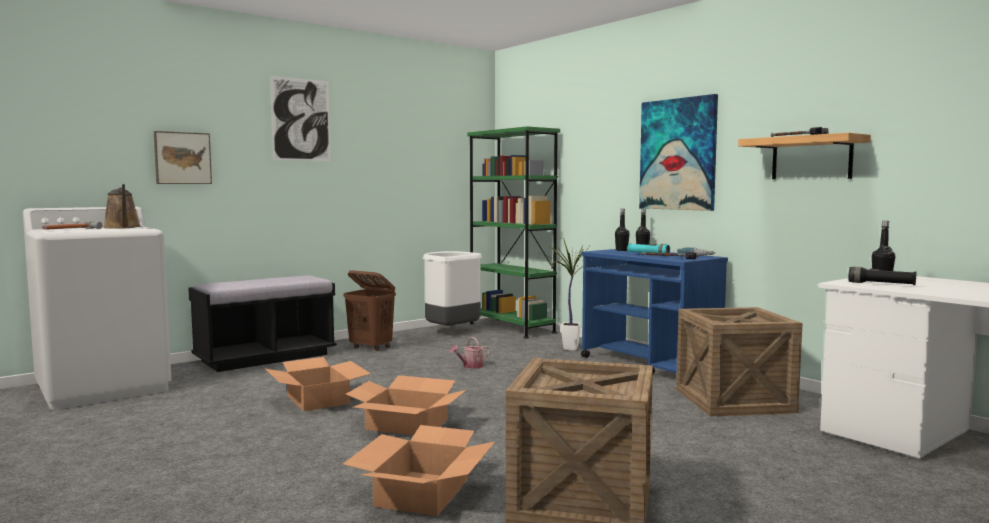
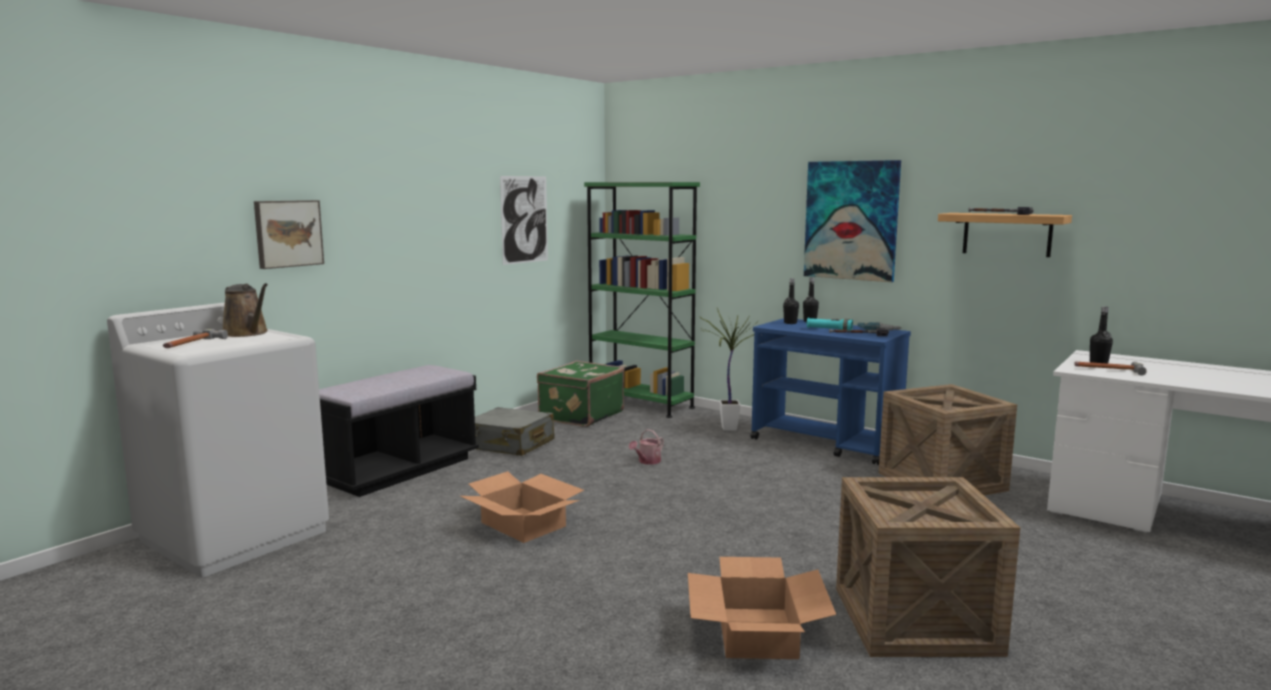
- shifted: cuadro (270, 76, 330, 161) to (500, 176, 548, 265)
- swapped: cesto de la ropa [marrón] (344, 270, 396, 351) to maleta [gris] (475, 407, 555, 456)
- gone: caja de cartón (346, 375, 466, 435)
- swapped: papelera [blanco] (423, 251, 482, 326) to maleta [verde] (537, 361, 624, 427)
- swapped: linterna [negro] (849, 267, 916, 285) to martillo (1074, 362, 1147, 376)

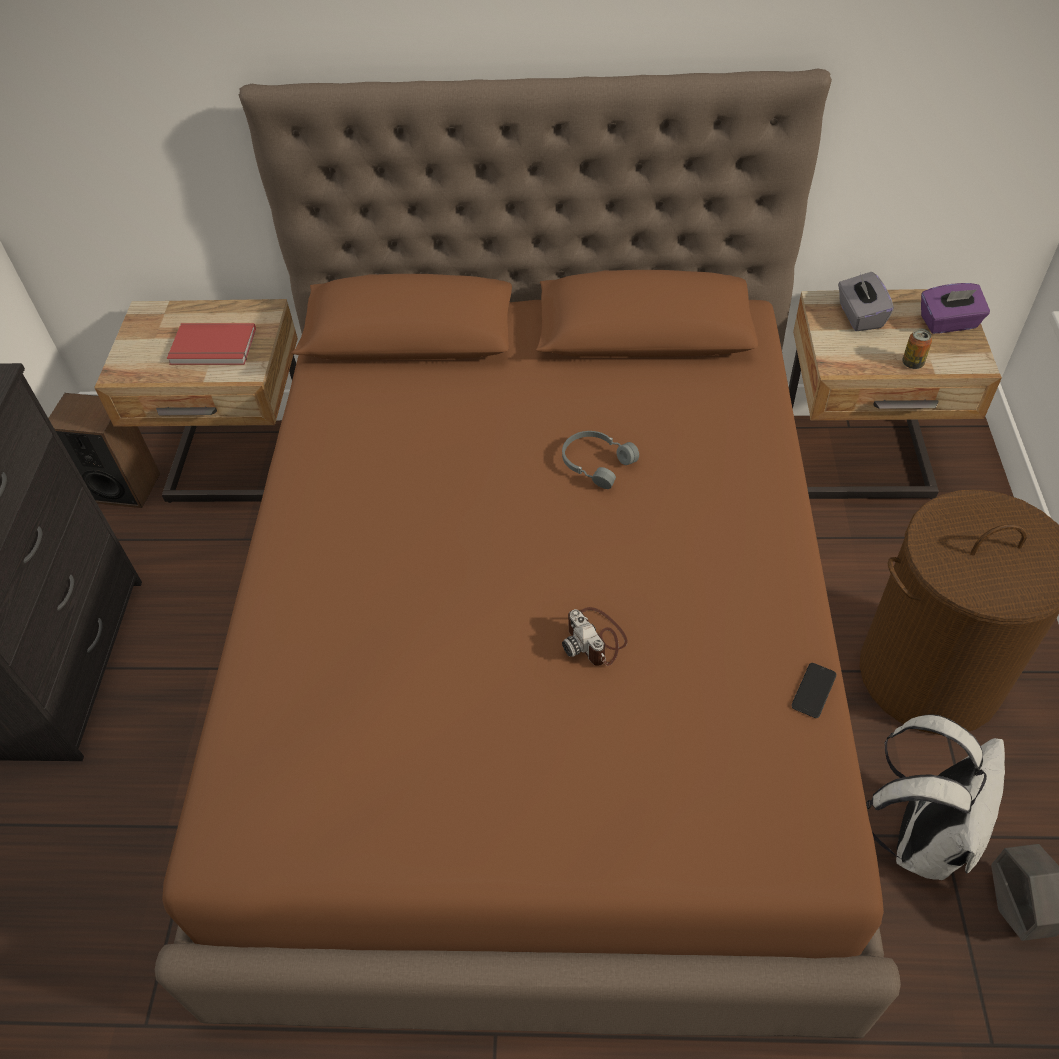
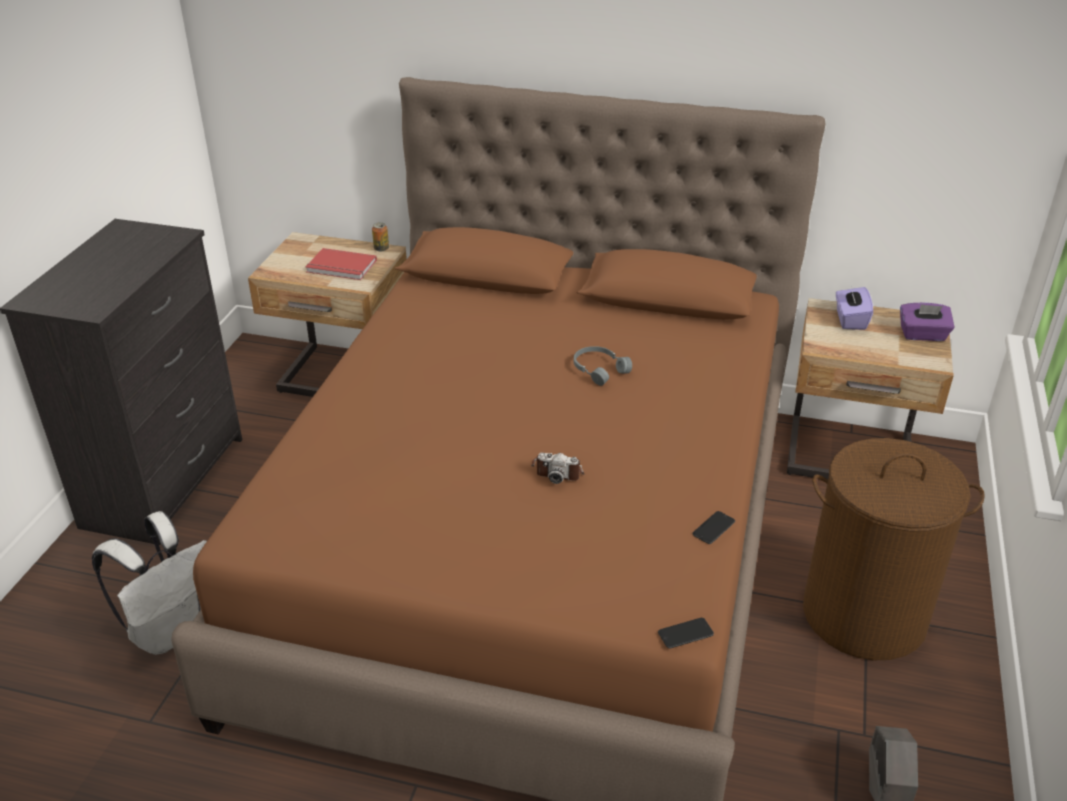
- gone: altavoz (48, 393, 160, 508)
- rotated: cámara (562, 607, 628, 666) = (531, 452, 585, 484) 60 degrees counterclockwise
- repainted: caja de pañuelos [gris] (838, 272, 894, 331) to caja de pañuelos [morado] (836, 285, 873, 330)
- shifted: mochila [blanco] (866, 714, 1005, 880) to (92, 511, 207, 655)
- shifted: lata (902, 329, 932, 369) to (372, 222, 389, 252)
- new: móvil (658, 618, 714, 648)

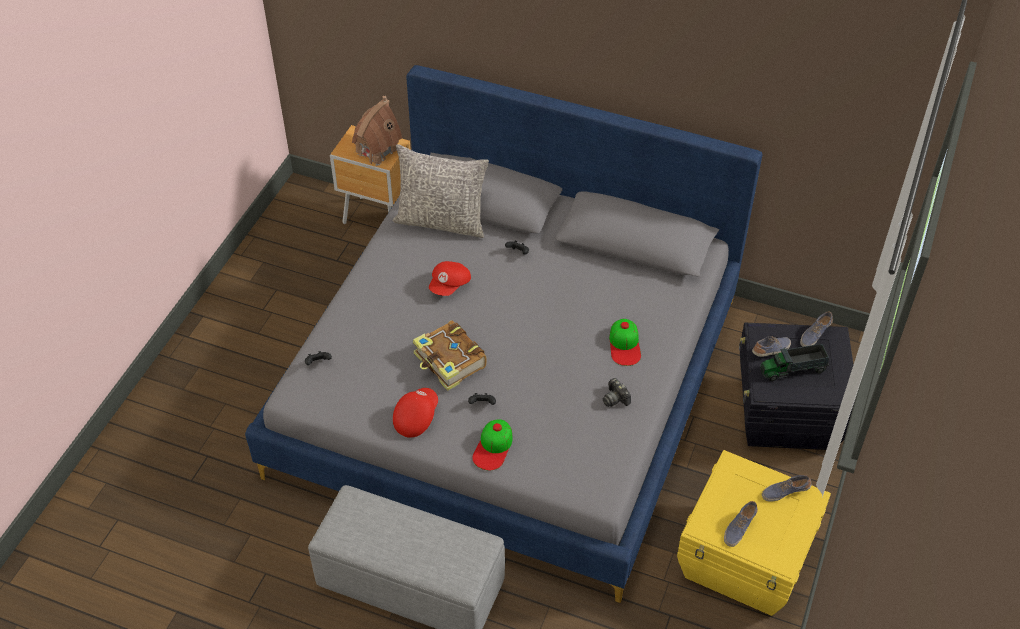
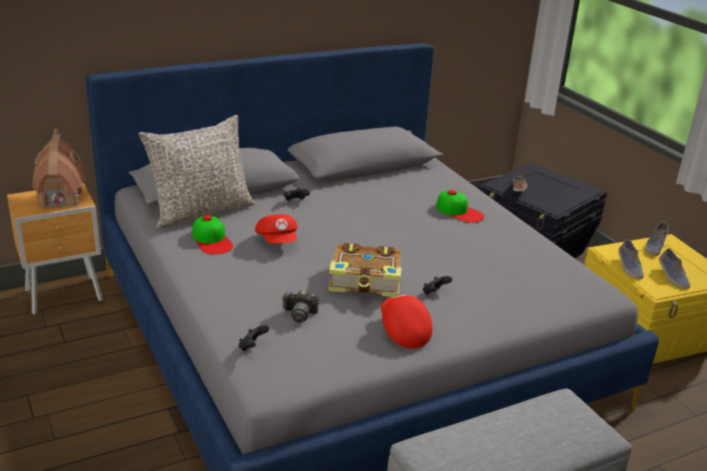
- shifted: gorra (472, 419, 513, 471) to (192, 215, 233, 255)
- shifted: cámara (603, 378, 631, 407) to (282, 290, 318, 322)
- gone: camión de juguete (760, 344, 829, 381)
- shifted: zapato (800, 311, 833, 347) to (618, 240, 644, 279)

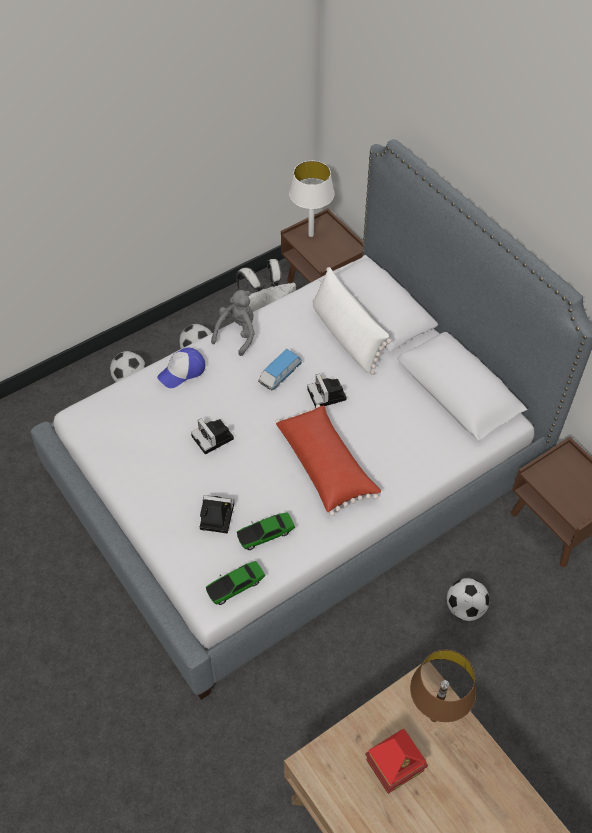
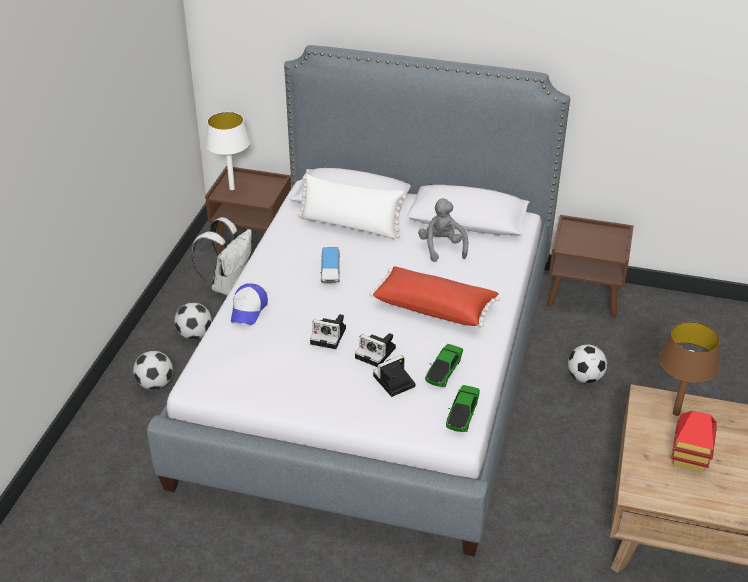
- shifted: peluche [gris] (211, 290, 255, 356) to (418, 198, 469, 262)
- shifted: cámara (307, 373, 347, 408) to (355, 333, 396, 367)

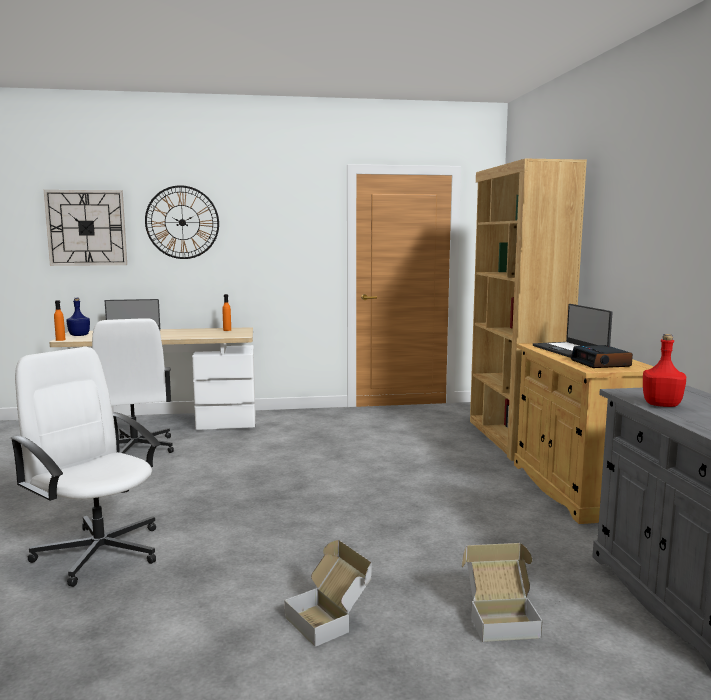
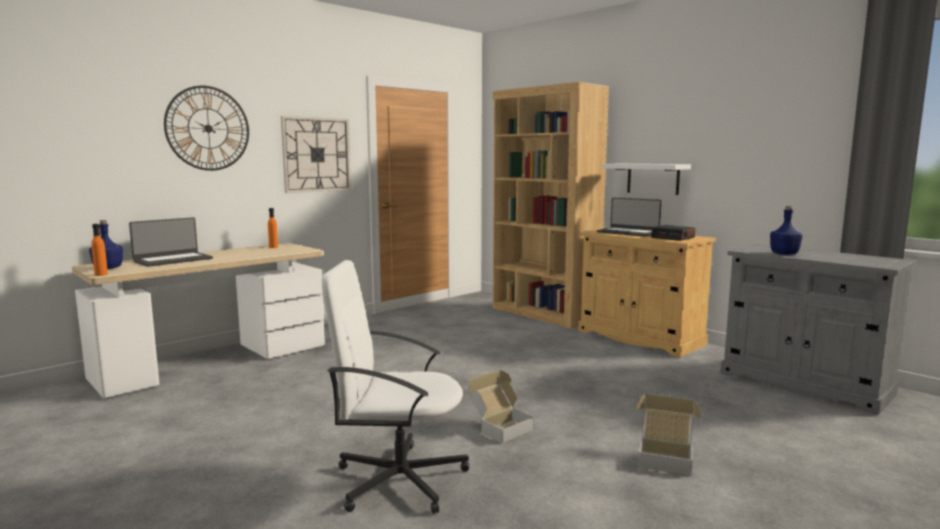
- shifted: reloj de pared (44, 190, 127, 266) to (281, 116, 351, 193)
- gone: silla de oficina [blanco] (92, 318, 174, 453)
- shifted: caja de cartón (462, 543, 542, 642) to (468, 370, 534, 443)
- repainted: botella [rojo] (643, 334, 686, 407) to botella [azul] (770, 206, 803, 255)
- new: estante [blanco] (602, 164, 691, 195)

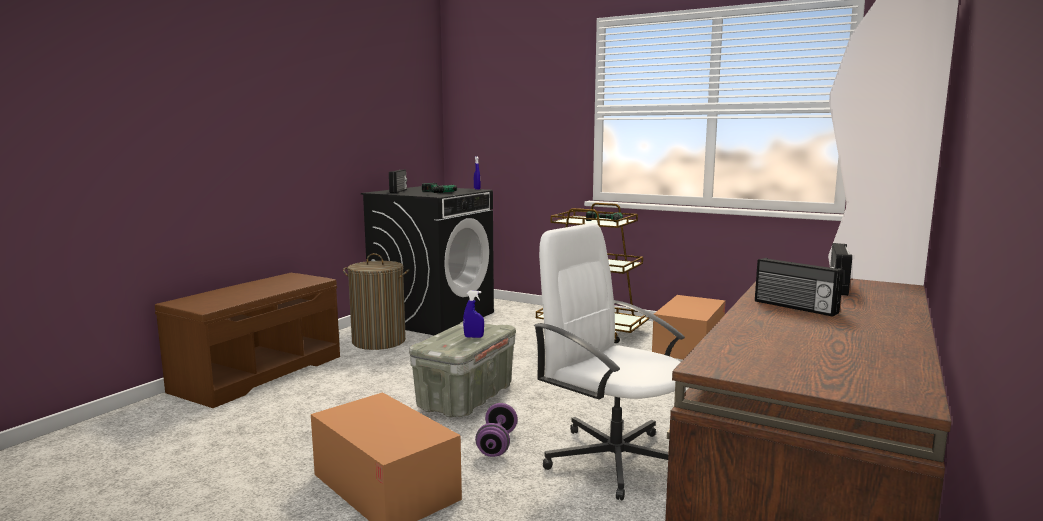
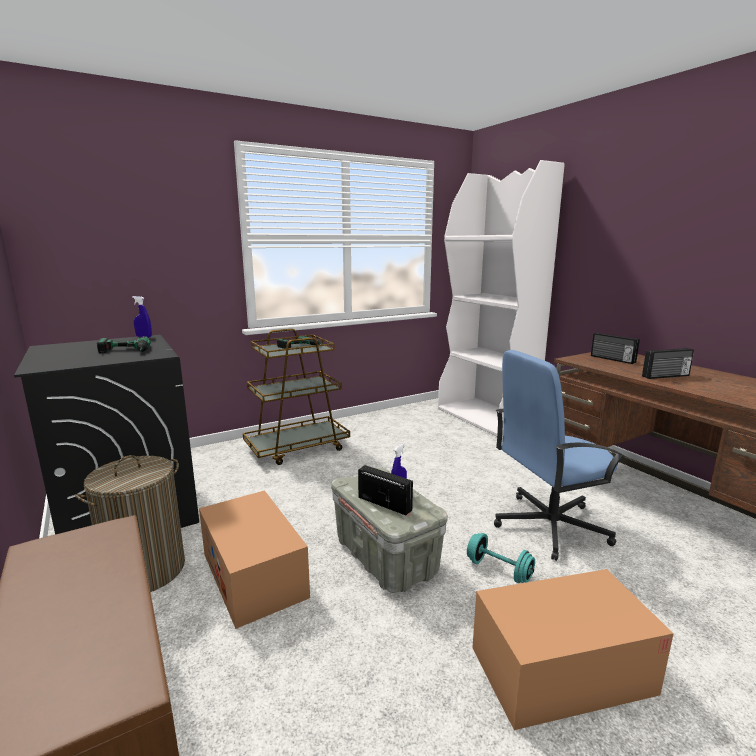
- shifted: radio (389, 170, 407, 193) to (358, 465, 413, 515)
- repainted: mancuerna [morado] (475, 403, 518, 457) to mancuerna [turquesa] (467, 533, 535, 583)
- repainted: silla de oficina [blanco] (533, 223, 685, 501) to silla de oficina [azul] (494, 350, 626, 561)
- shifted: caja de cartón (652, 295, 726, 359) to (199, 490, 310, 629)

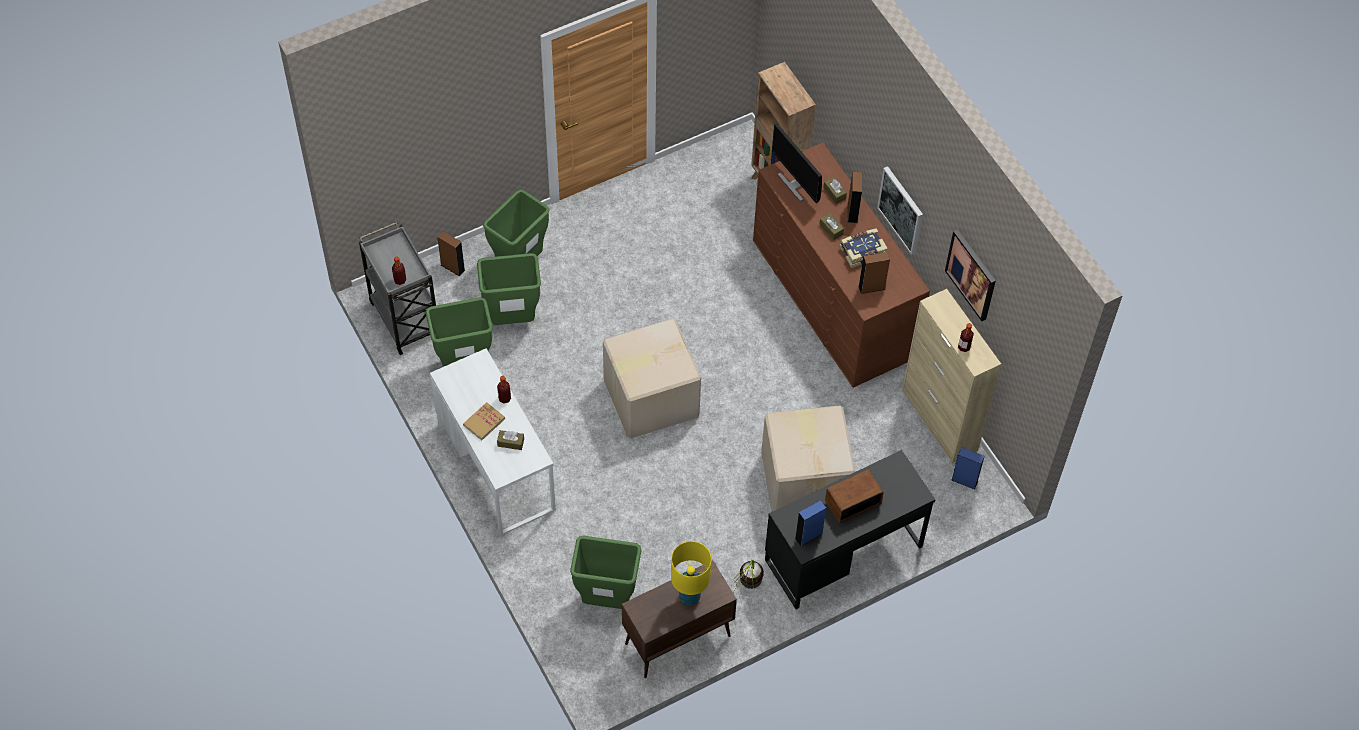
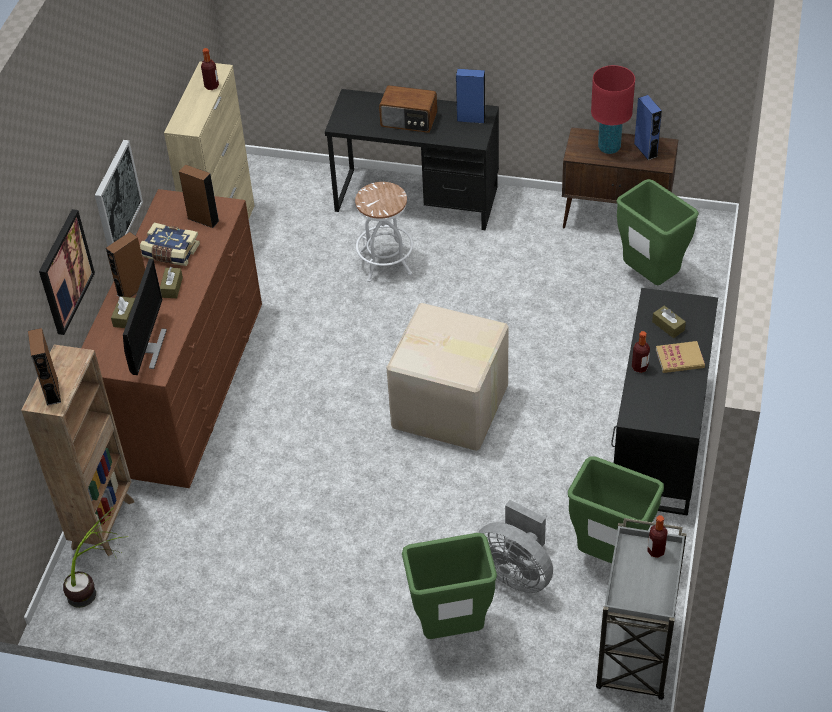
- repainted: escritorio [blanco] (430, 348, 556, 536) to escritorio [negro] (611, 288, 718, 516)
- shifted: altavoz [marrón] (437, 231, 465, 277) to (28, 328, 61, 406)
- swapped: papelera [verde] (477, 253, 541, 325) to ventilador [gris] (478, 500, 553, 593)
- repainted: lámpara de mesa [amarillo] (671, 541, 711, 605) to lámpara de mesa [rojo] (591, 65, 635, 154)
- shifted: planta en maceta (730, 560, 764, 592) to (63, 508, 128, 608)
- swapped: caja de cartón (761, 406, 856, 512) to taburete [blanco] (355, 182, 413, 282)
- shifted: cuadro (945, 229, 996, 321) to (39, 209, 95, 335)
- shifted: altavoz [azul] (952, 447, 985, 490) to (634, 95, 662, 160)

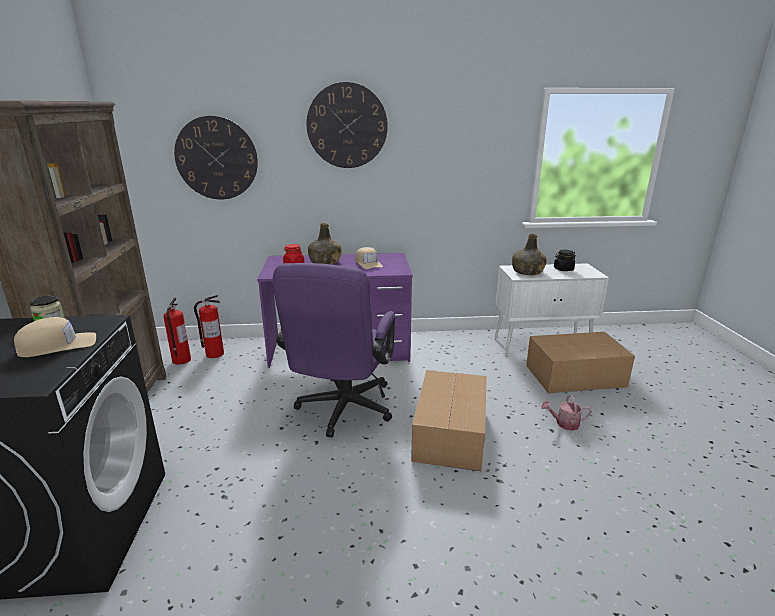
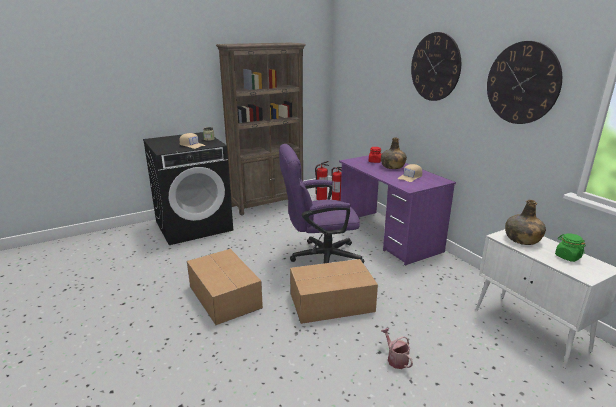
- shifted: reloj de pared (174, 116, 258, 199) to (487, 41, 562, 124)
- shifted: caja de cartón (526, 332, 635, 393) to (187, 249, 263, 325)
- repainted: tarro [negro] (554, 250, 576, 271) to tarro [verde] (555, 233, 586, 262)

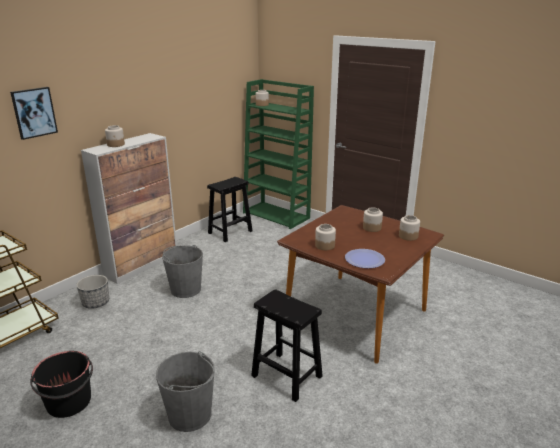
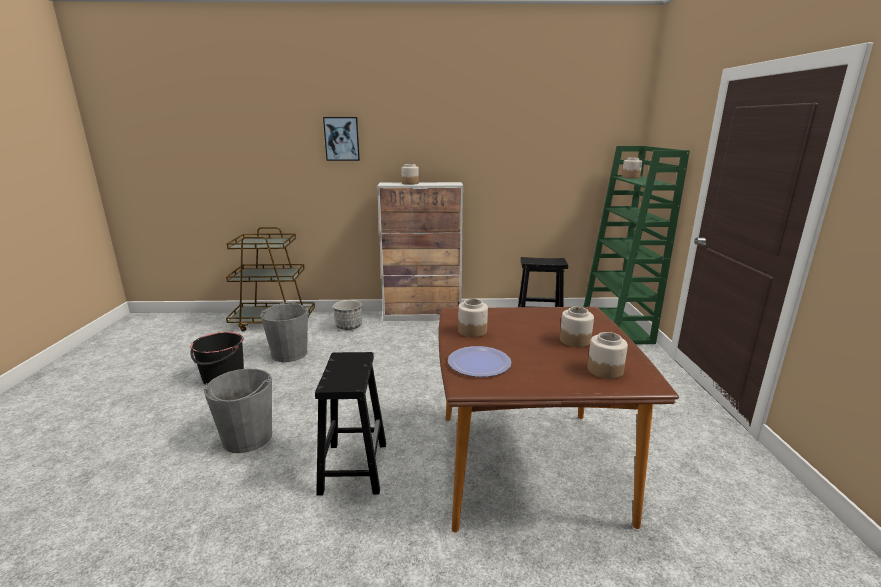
- shifted: cubo [gris] (162, 245, 203, 298) to (260, 302, 308, 362)

